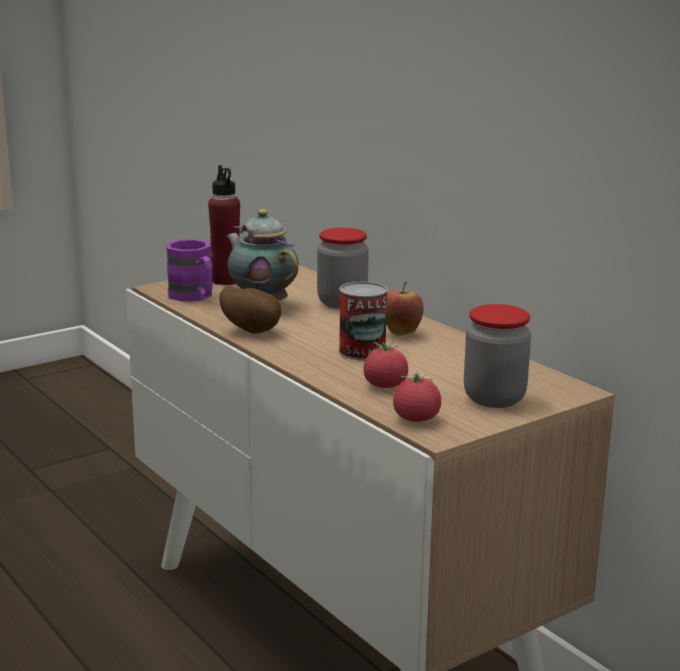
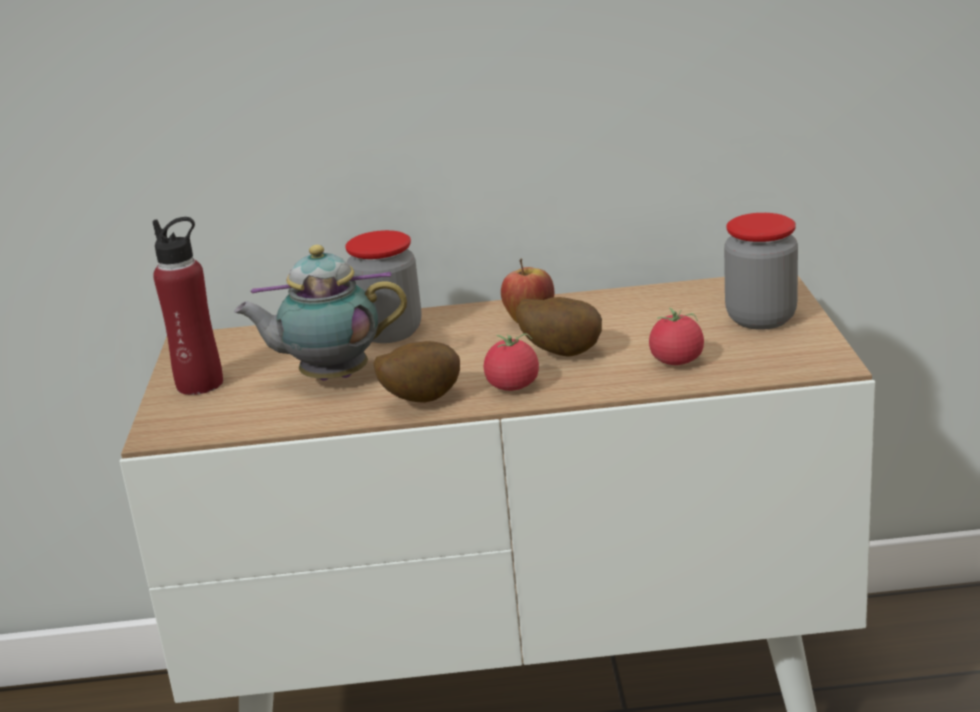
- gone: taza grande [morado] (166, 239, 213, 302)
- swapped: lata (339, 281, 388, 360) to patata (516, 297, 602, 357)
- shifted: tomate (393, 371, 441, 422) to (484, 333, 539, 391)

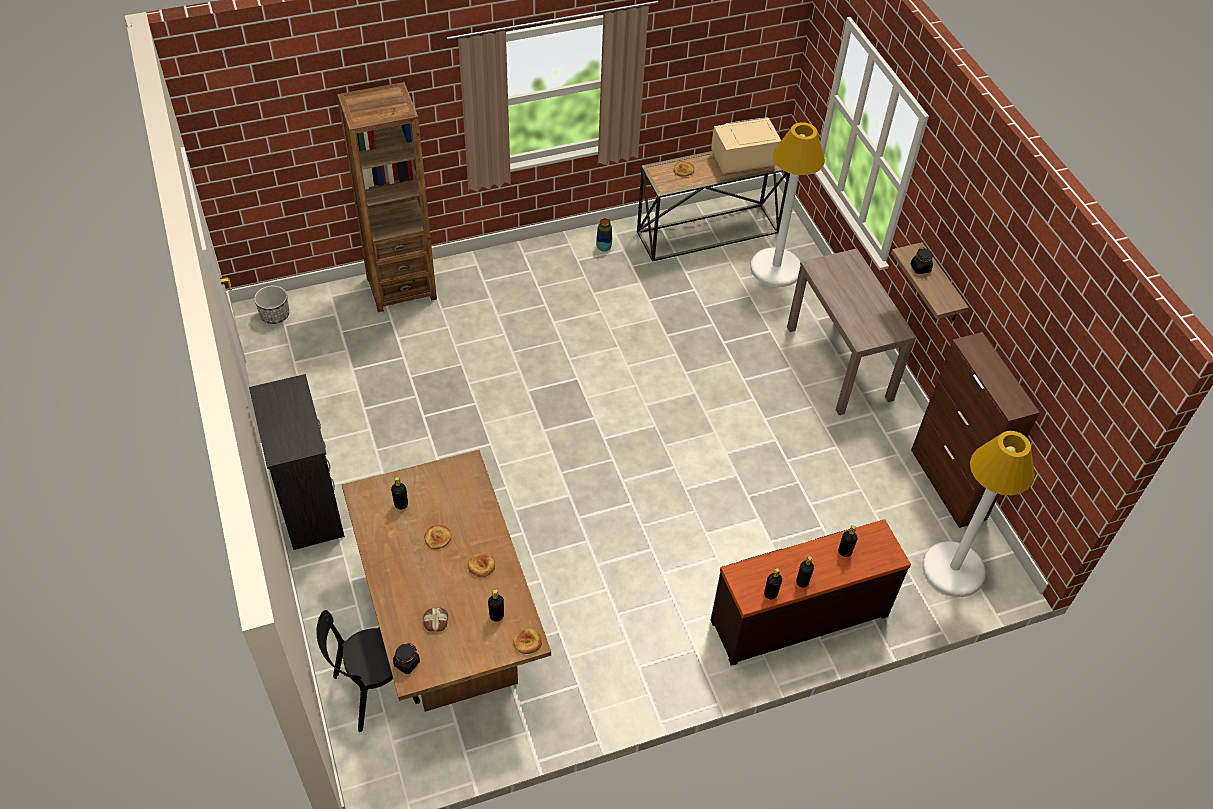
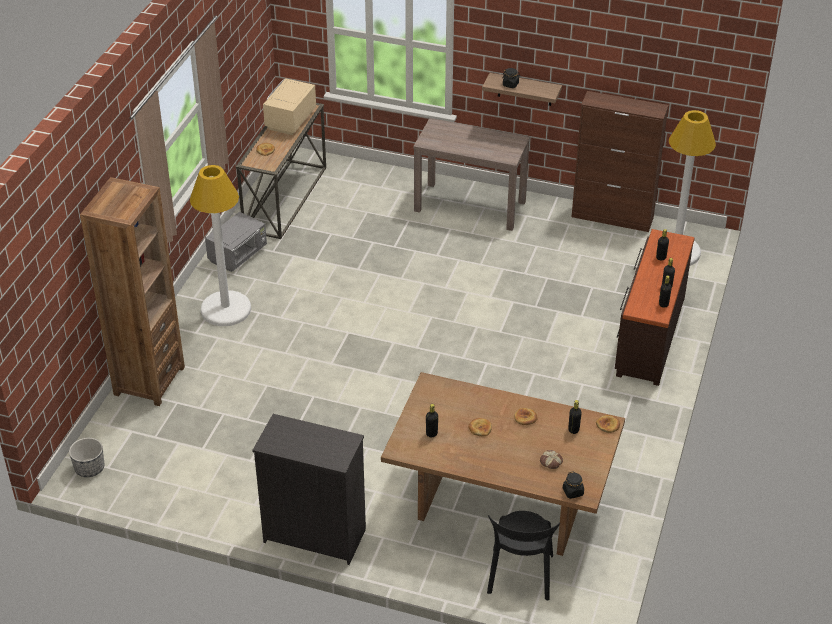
- swapped: florero (596, 218, 612, 252) to microondas [gris] (205, 212, 267, 272)
- shifted: lámpara de pie [blanco] (750, 122, 825, 287) to (190, 165, 251, 326)

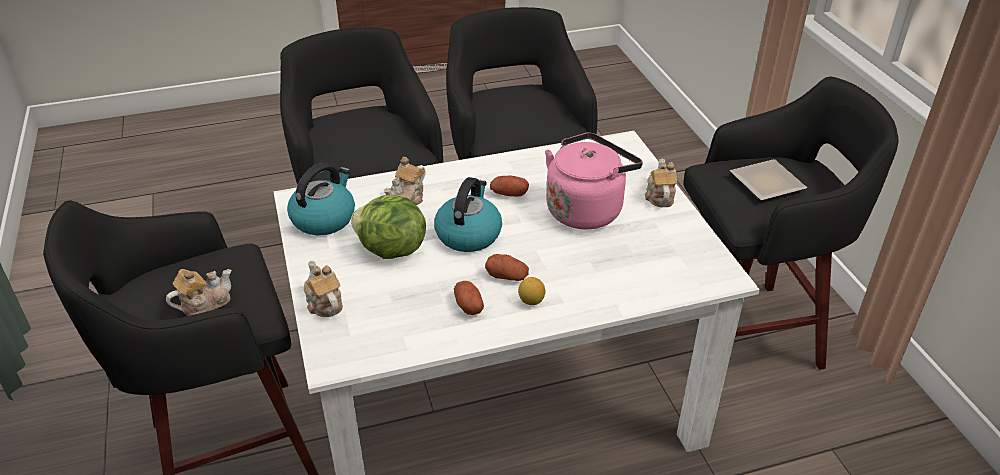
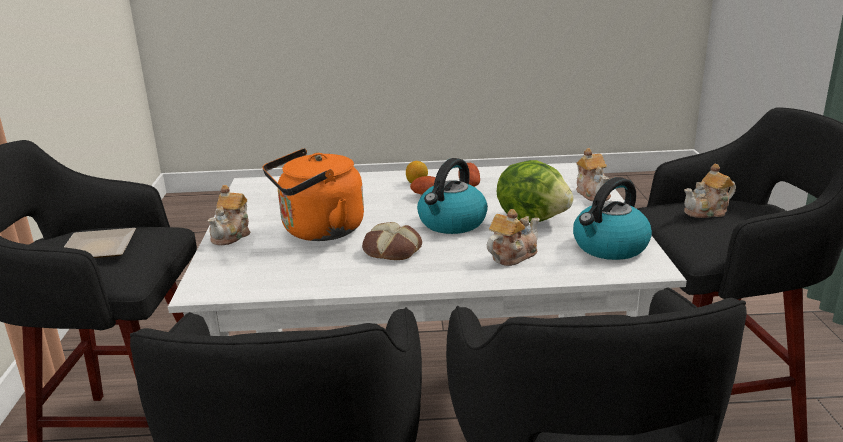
- swapped: patata (490, 176, 529, 197) to pan (362, 222, 422, 260)
- repainted: hervidor [rosa] (545, 132, 643, 230) to hervidor [naranja] (262, 148, 364, 241)

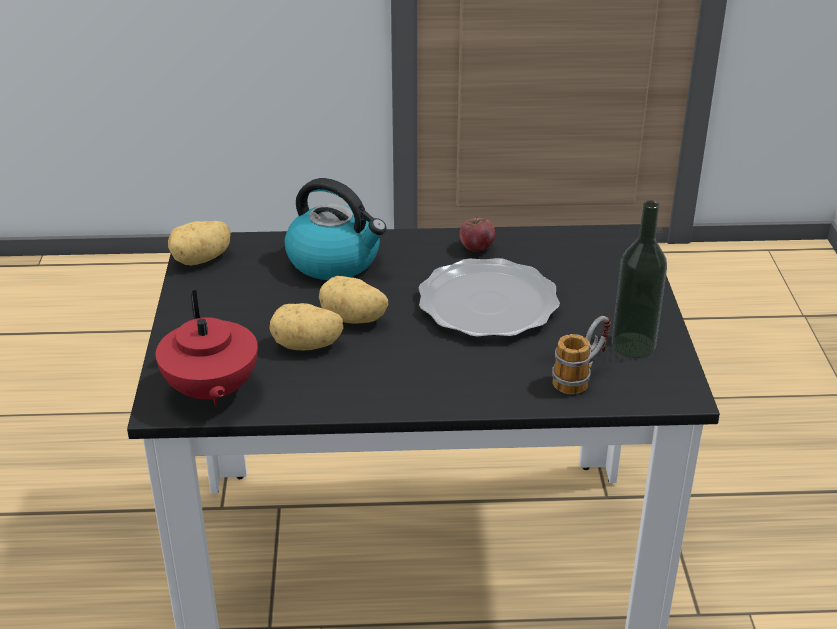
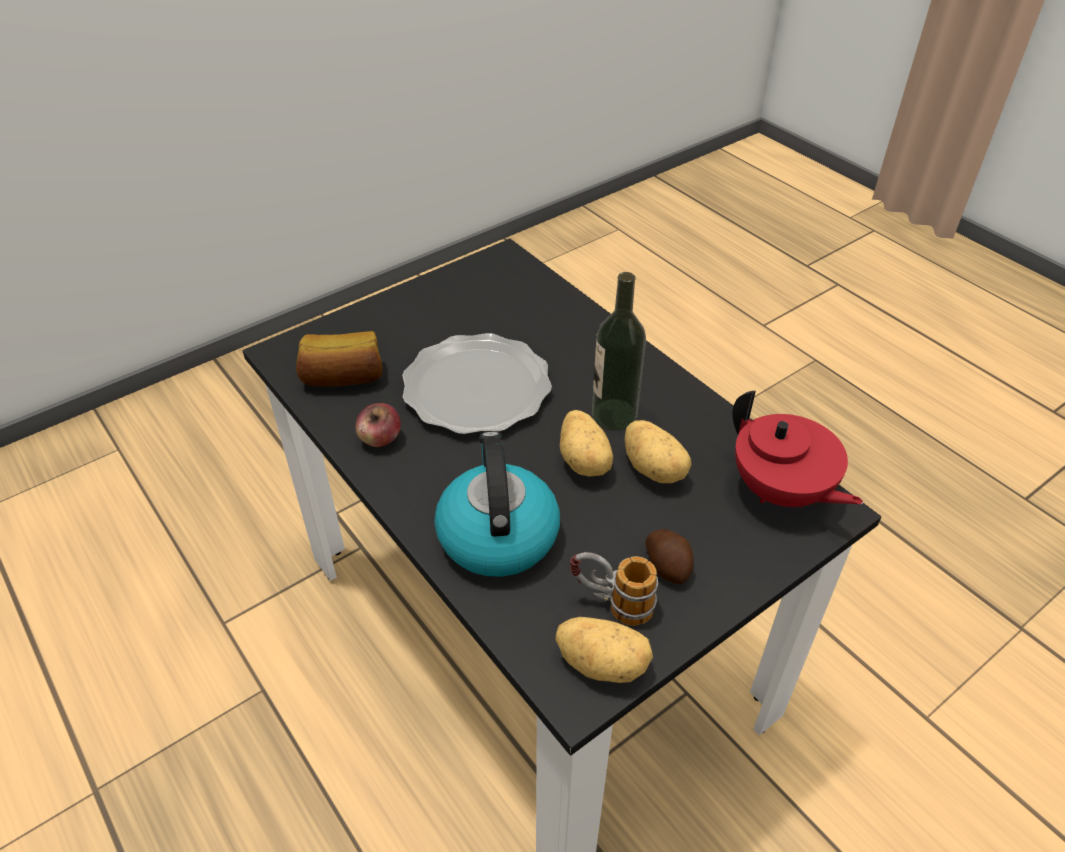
- rotated: tetera [rojo] (156, 290, 258, 407) = (733, 391, 863, 507) 105 degrees clockwise
- shifted: taza grande (552, 316, 611, 394) to (570, 552, 658, 626)
- shifted: botella (611, 200, 667, 358) to (592, 272, 646, 430)
- new: pan (296, 331, 382, 386)
- new: patata (645, 529, 694, 584)

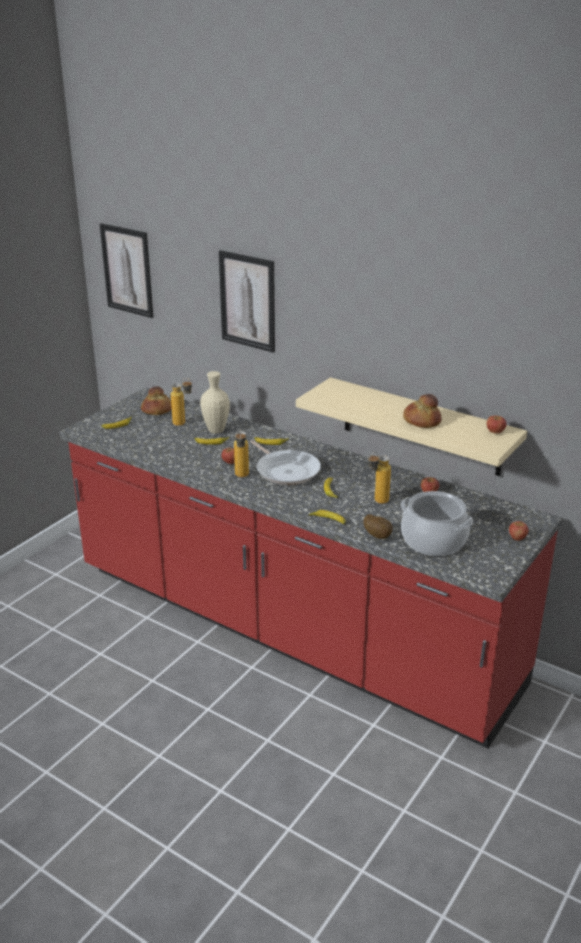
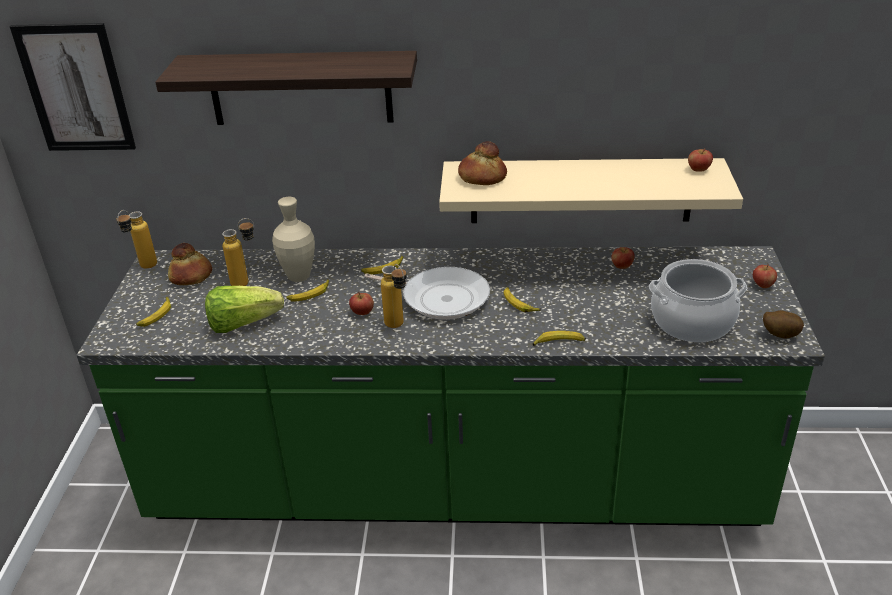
- repainted: mueble bajo de cocina [rojo] (60, 388, 562, 748) to mueble bajo de cocina [verde] (77, 246, 825, 526)
- swapped: cuadro (219, 250, 275, 353) to estante (155, 51, 417, 125)
- shifted: patata (364, 514, 393, 539) to (763, 310, 804, 339)
- shifted: botella (368, 452, 391, 504) to (116, 210, 157, 269)
- shifted: pan (403, 394, 442, 428) to (458, 141, 507, 185)
- new: lechuga (205, 286, 284, 333)

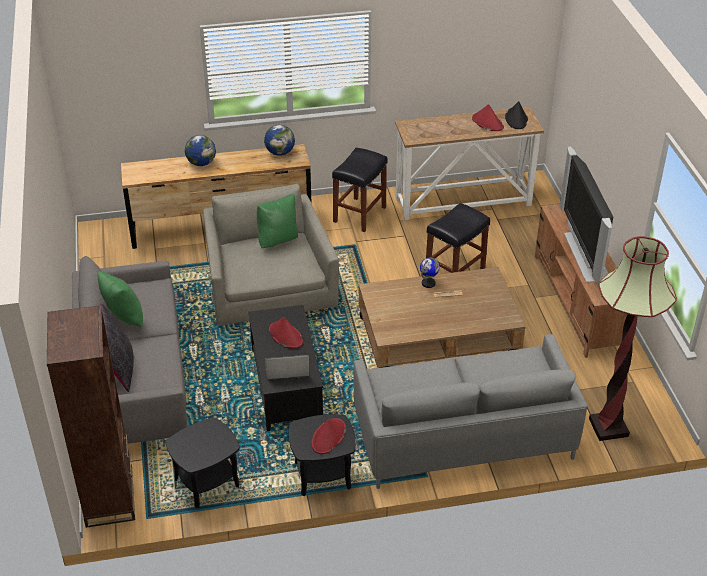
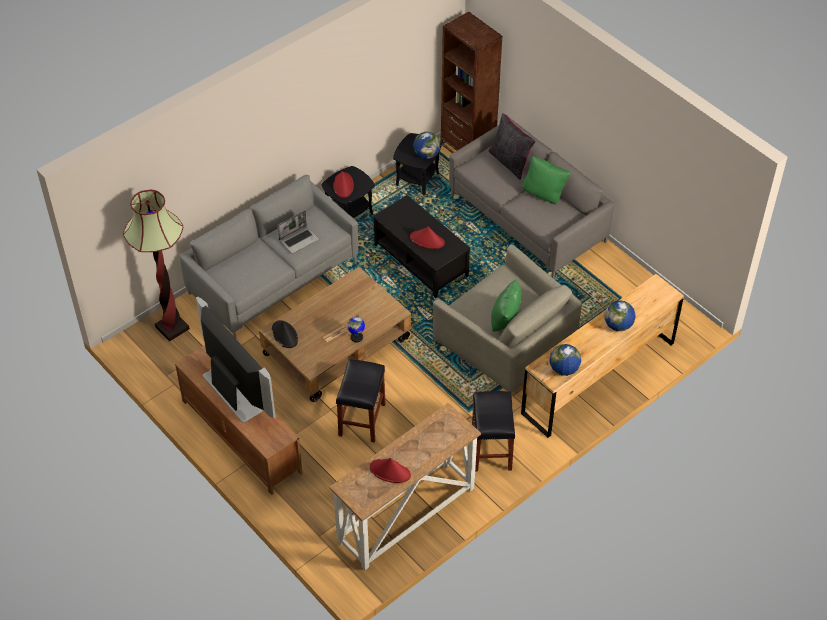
- shifted: portátil (265, 355, 310, 380) to (278, 211, 319, 254)
- shifted: sombrero [negro] (505, 101, 528, 129) to (272, 320, 298, 348)
- new: globo terráqueo (413, 132, 440, 159)

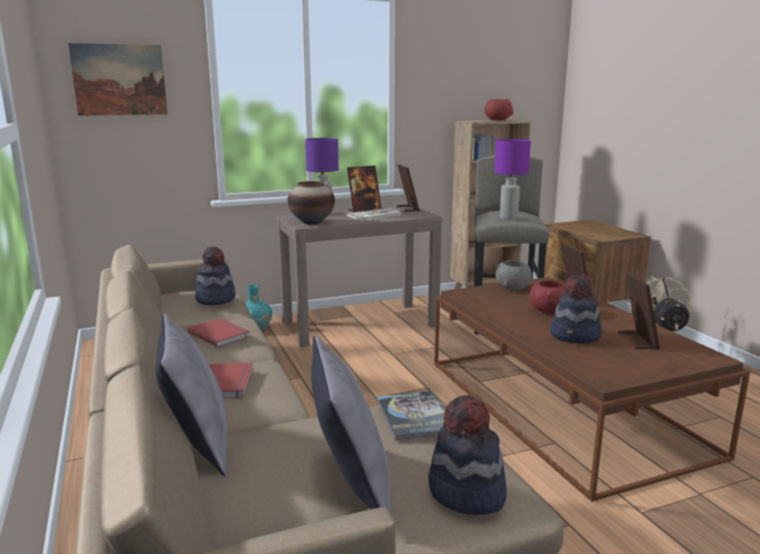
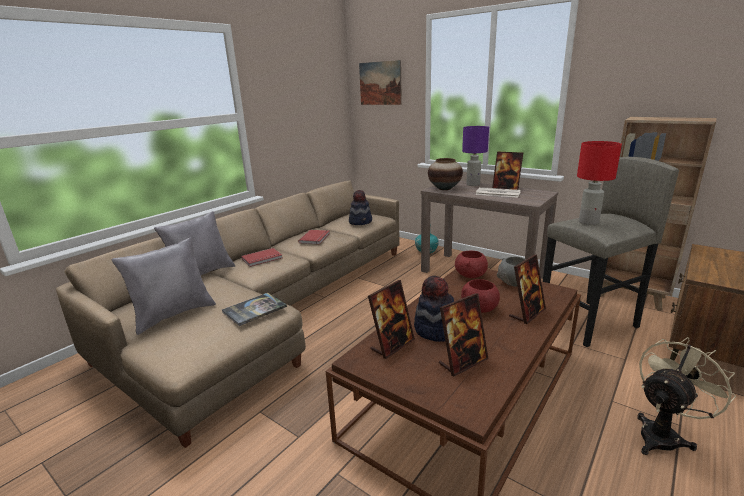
- shifted: portarretratos (397, 164, 420, 212) to (368, 280, 415, 359)
- gone: sombrero (428, 395, 507, 515)
- shifted: cuenco [rojo] (484, 99, 514, 120) to (455, 251, 488, 278)
- repainted: lámpara de mesa [morado] (495, 139, 531, 220) to lámpara de mesa [rojo] (577, 141, 622, 225)

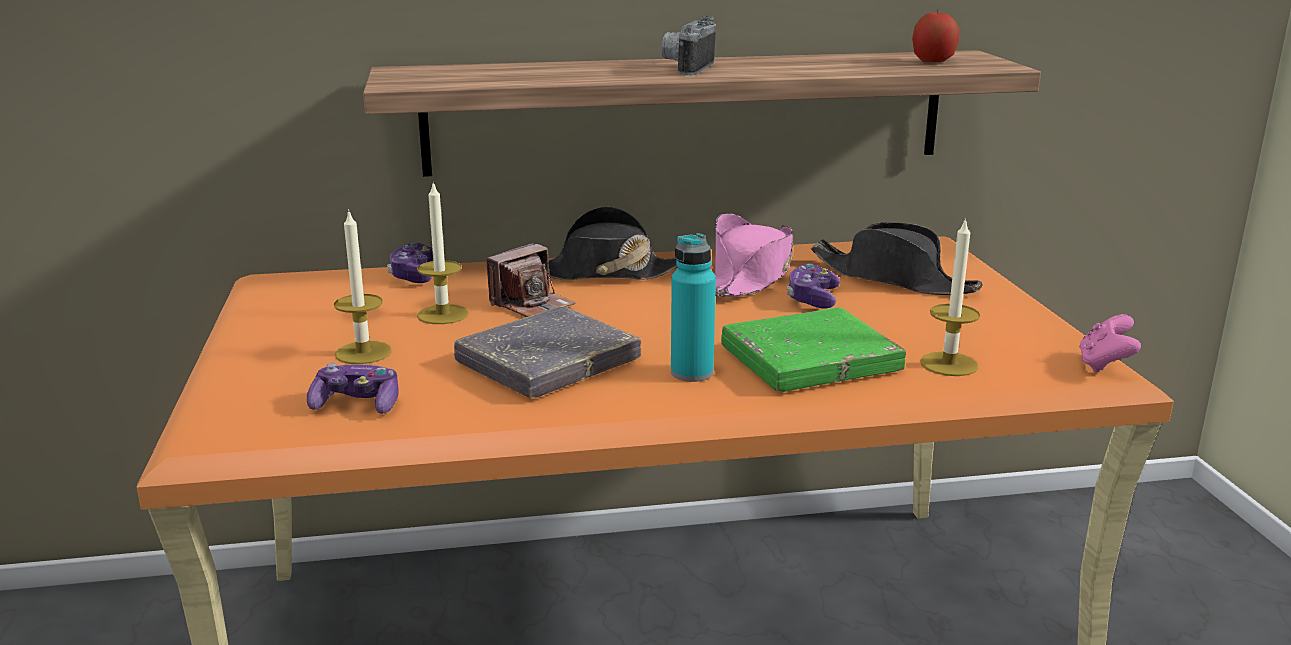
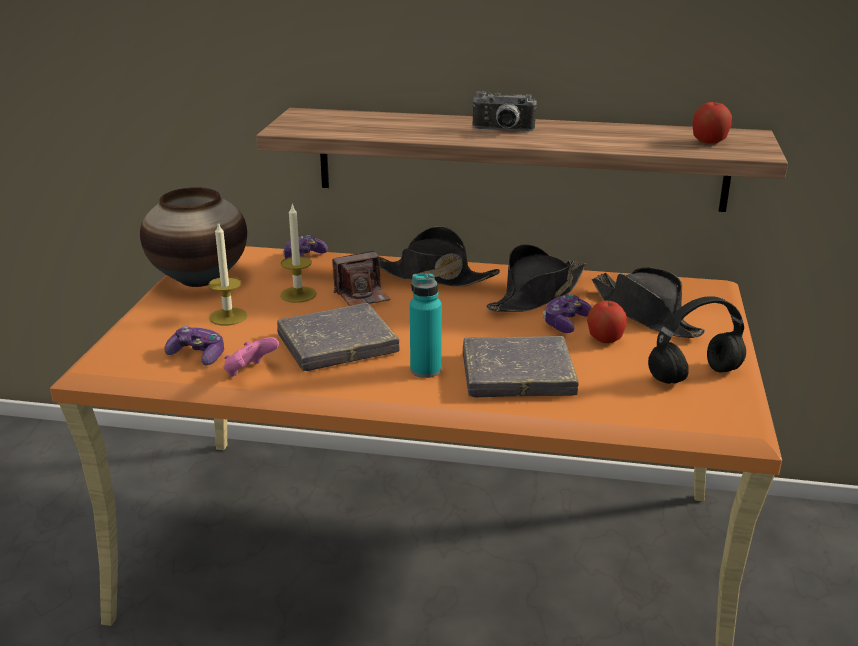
- rotated: cámara (661, 16, 716, 75) = (472, 91, 537, 131) 120 degrees counterclockwise
- repainted: sombrero [rosa] (715, 213, 793, 297) to sombrero [negro] (486, 245, 586, 312)
- repainted: libro [verde] (721, 307, 906, 392) to libro [gris] (463, 336, 579, 397)
- gone: vela (920, 217, 980, 376)
- shifted: mando de consola [rosa] (1079, 314, 1141, 373) to (224, 337, 279, 377)
- new: florero (140, 187, 247, 287)
- new: manzana (587, 301, 627, 343)
- new: auriculares [negro] (648, 296, 746, 384)

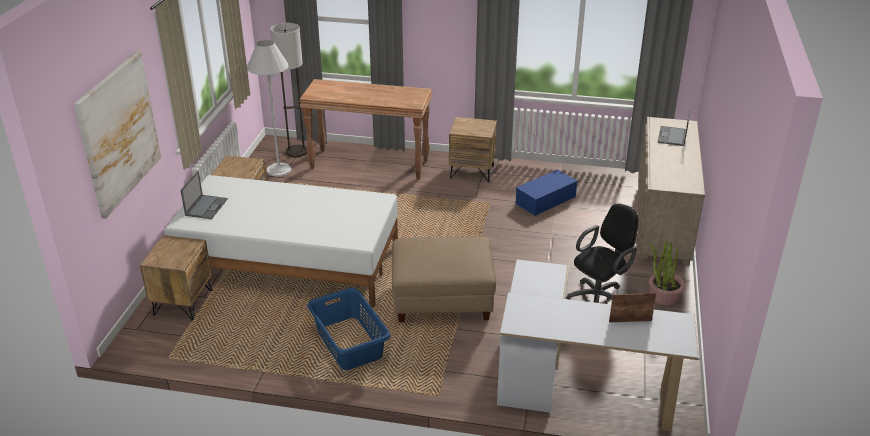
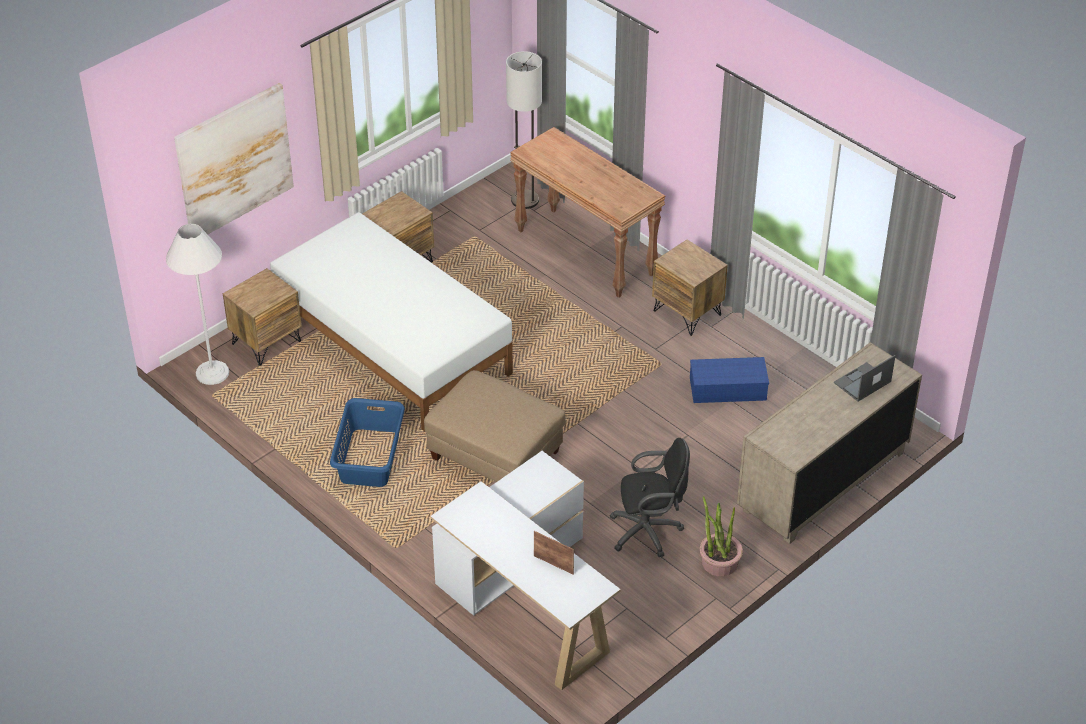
- gone: portátil (180, 171, 228, 219)
- shifted: lámpara de pie [blanco] (247, 40, 291, 176) to (166, 224, 229, 385)

